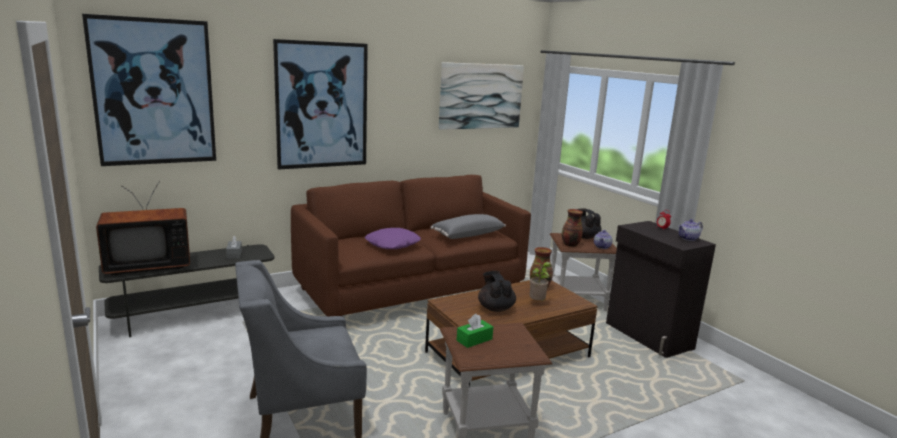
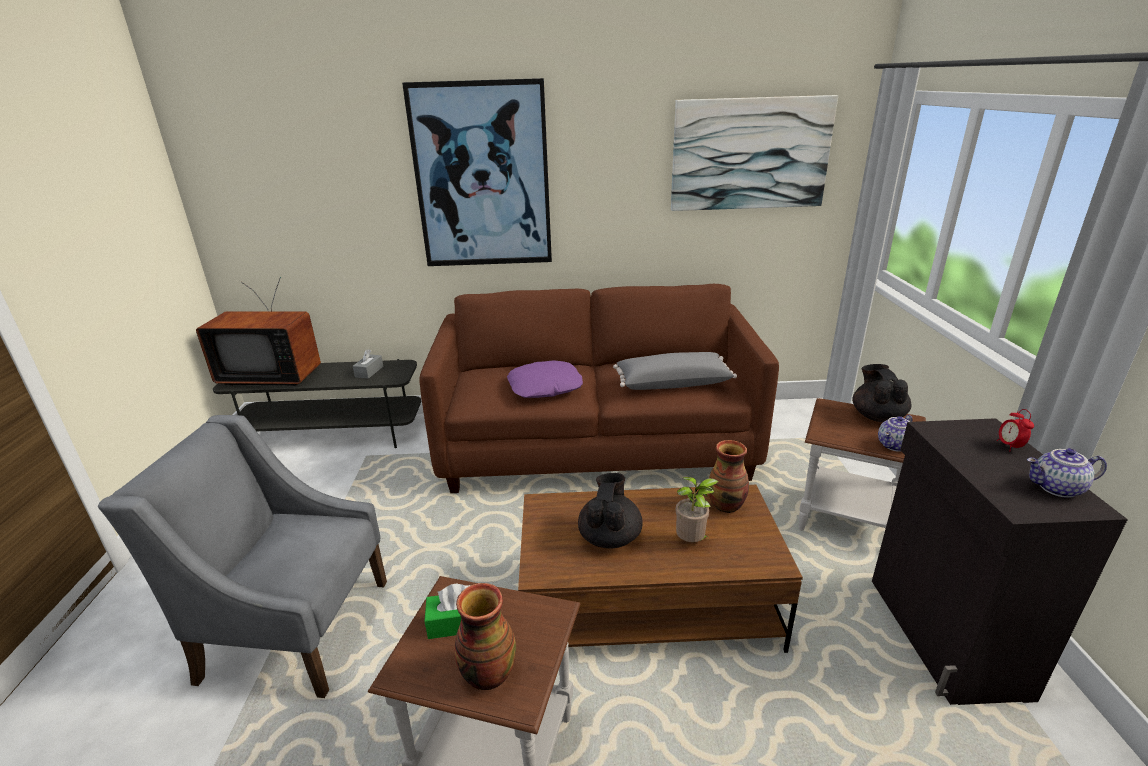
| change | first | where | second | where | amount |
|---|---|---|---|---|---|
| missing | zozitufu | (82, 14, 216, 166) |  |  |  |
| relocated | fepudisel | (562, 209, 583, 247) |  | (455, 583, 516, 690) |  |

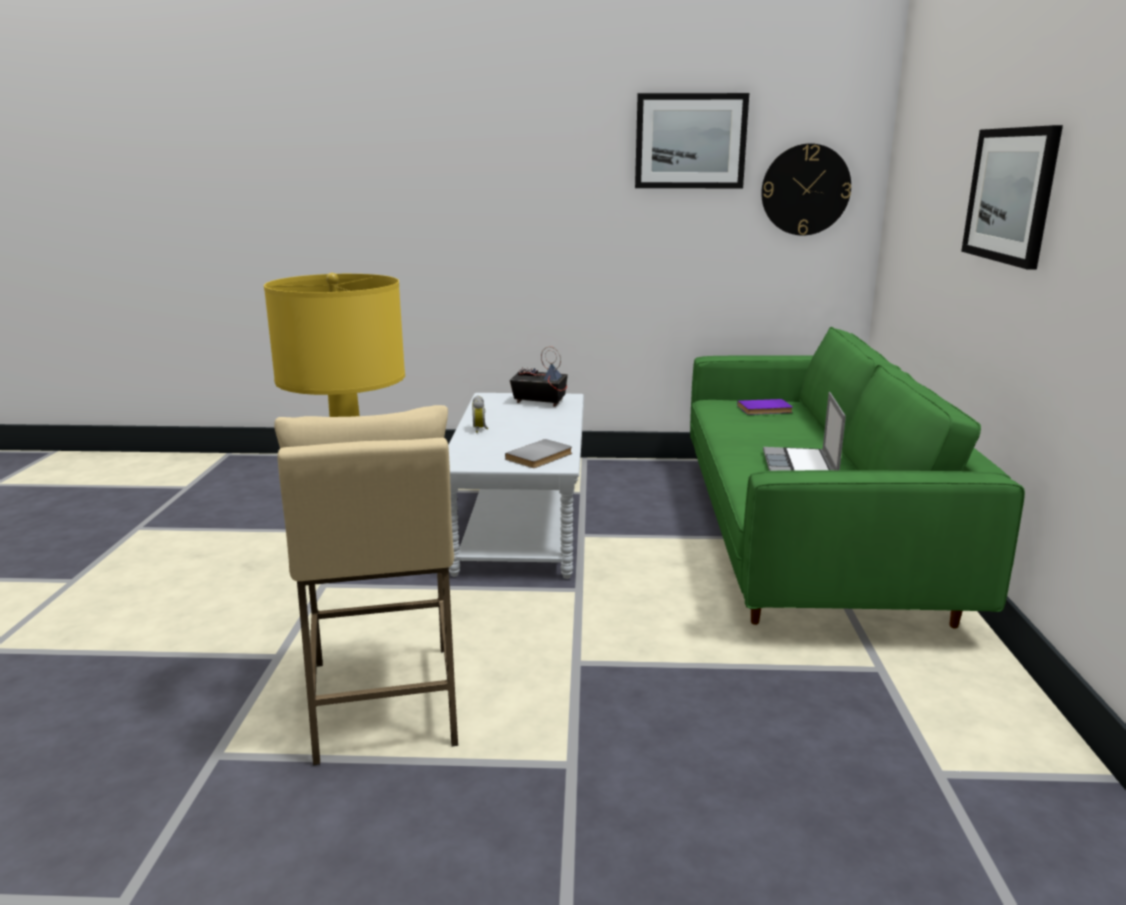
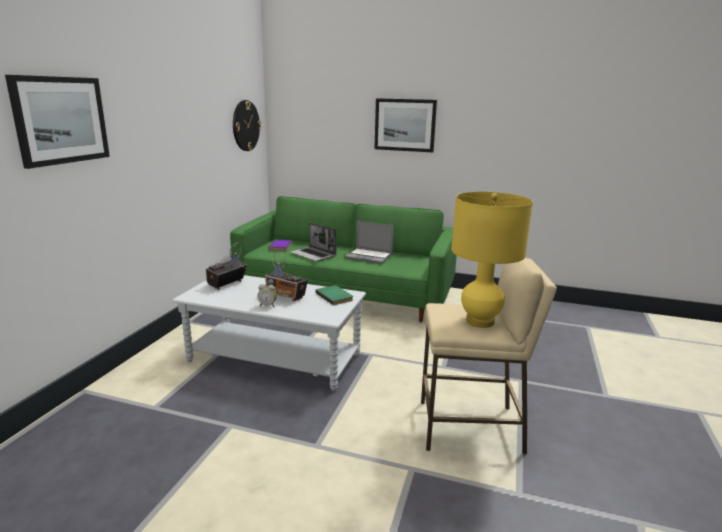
| change | first | where | second | where | amount |
|---|---|---|---|---|---|
| colour | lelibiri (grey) | (505, 439, 572, 468) | lelibiri (green) | (315, 285, 353, 305) |  |
| relocated | zozitufu | (635, 93, 749, 188) |  | (5, 75, 110, 169) |  |
| appeared |  |  | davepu | (265, 251, 308, 301) |  |
| appeared |  |  | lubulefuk | (290, 222, 336, 262) |  |

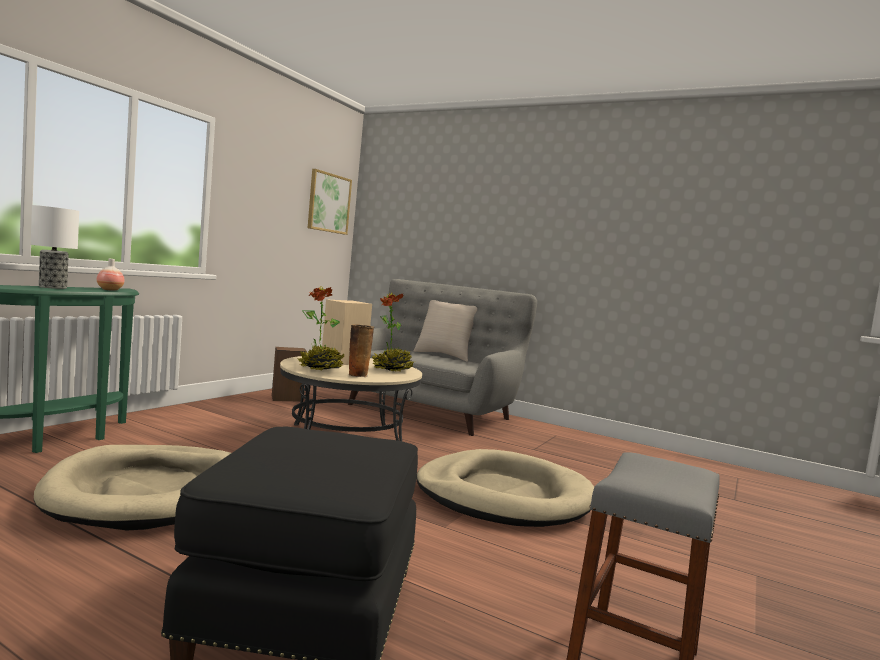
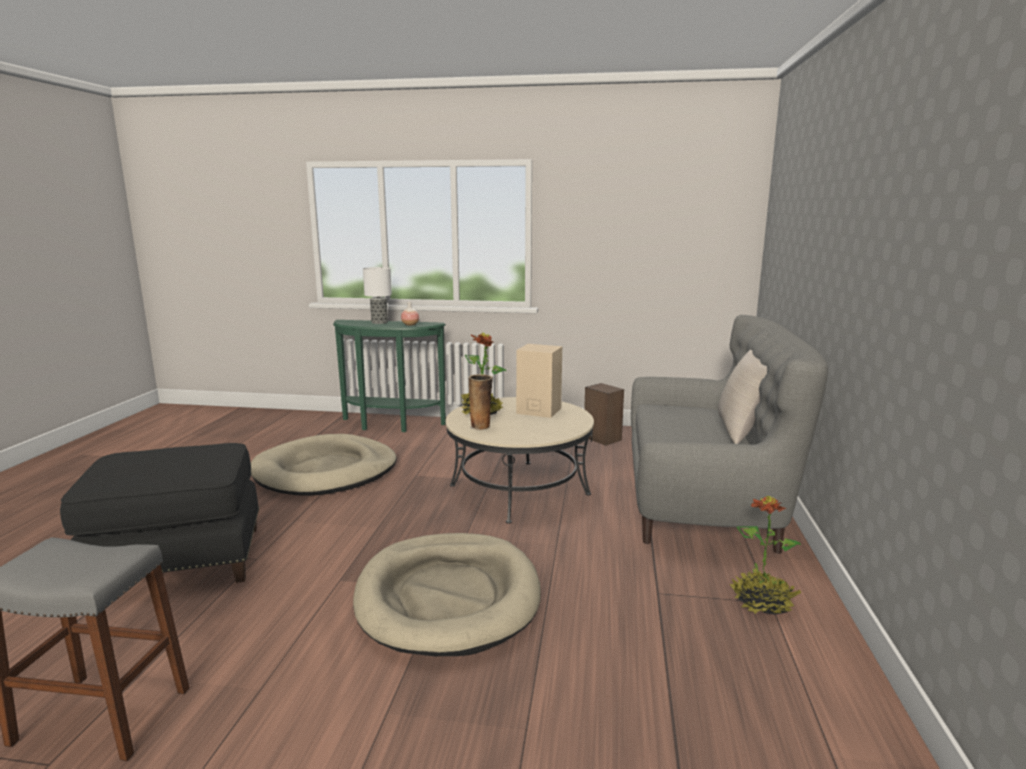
| change | first | where | second | where | amount |
|---|---|---|---|---|---|
| missing | zozitufu | (308, 169, 352, 235) |  |  |  |
| relocated | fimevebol | (372, 292, 414, 372) |  | (730, 496, 801, 615) |  |

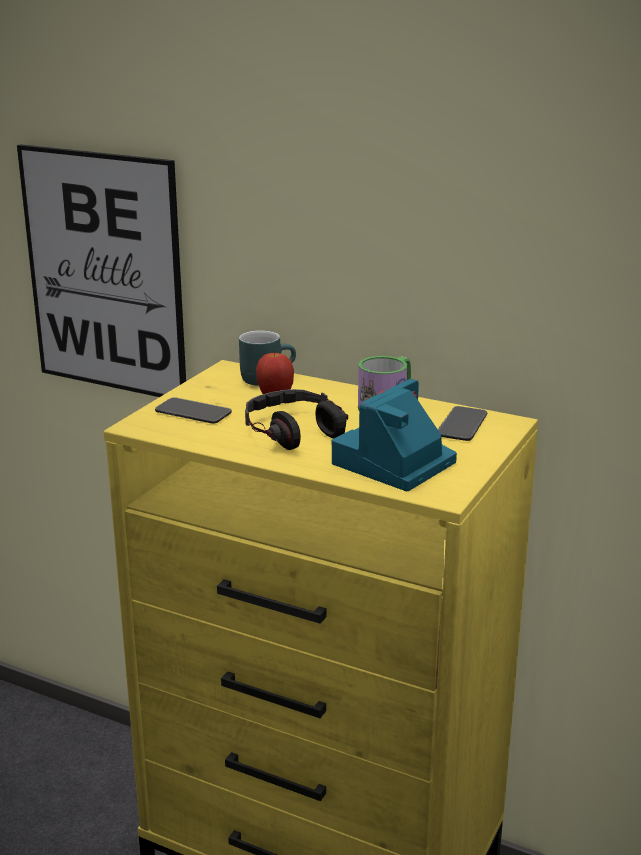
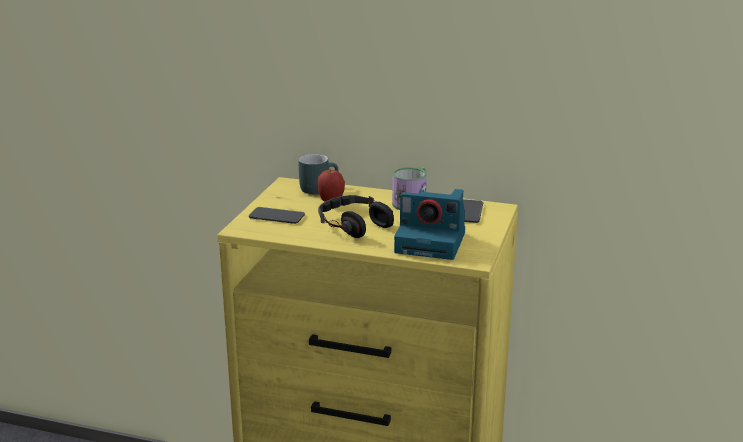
| change | first | where | second | where | amount |
|---|---|---|---|---|---|
| missing | zozitufu | (17, 144, 186, 397) |  |  |  |
| spun | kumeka | (332, 379, 457, 491) |  | (394, 189, 465, 260) | 105 degrees counterclockwise |

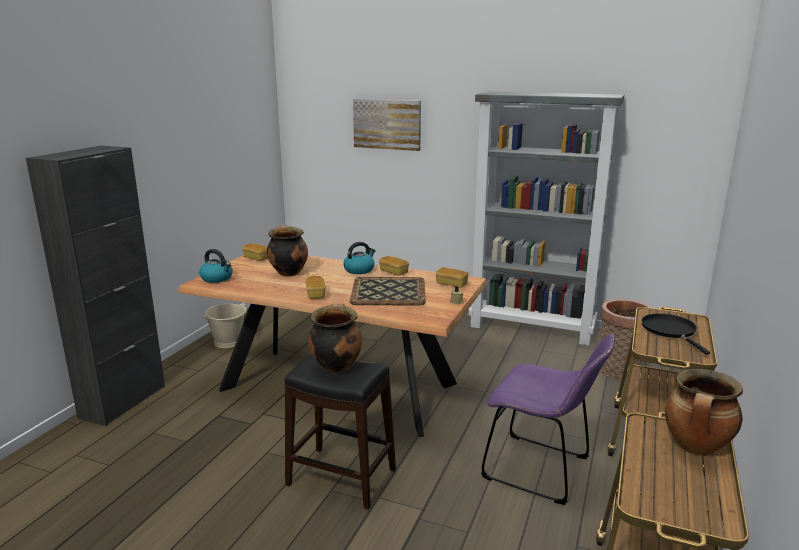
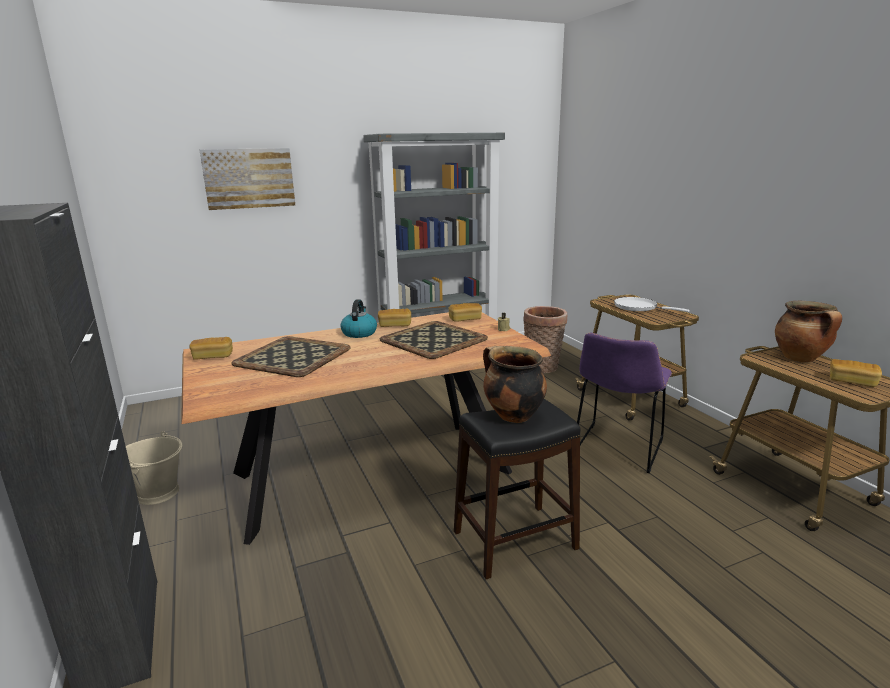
| change | first | where | second | where | amount |
|---|---|---|---|---|---|
| missing | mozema | (199, 249, 233, 283) |  |  |  |
| exchanged | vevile | (267, 226, 308, 277) | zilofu | (231, 336, 351, 377) |  |
| relocated | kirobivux | (305, 276, 326, 299) |  | (830, 359, 882, 387) |  |
| spun | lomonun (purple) | (481, 334, 615, 505) |  | (577, 333, 672, 473) | 135 degrees clockwise |
| colour | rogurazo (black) | (642, 313, 710, 355) | rogurazo (white) | (614, 297, 689, 312) |  |

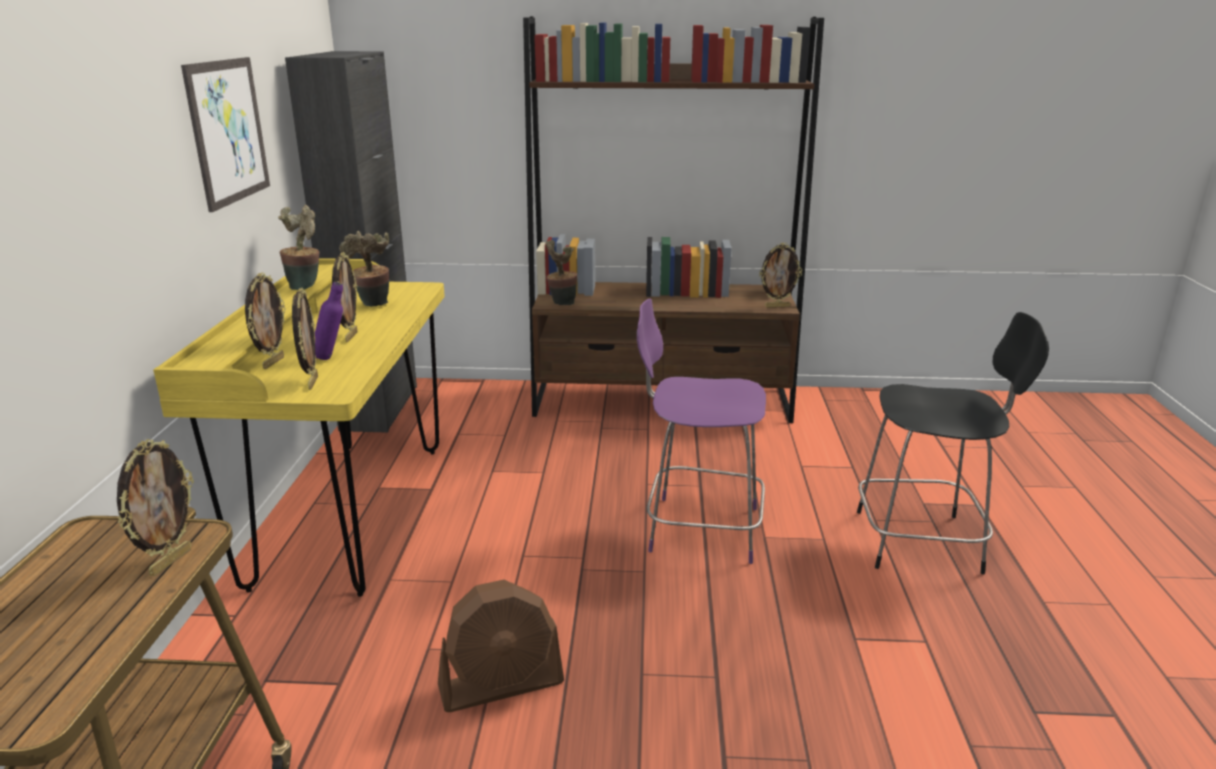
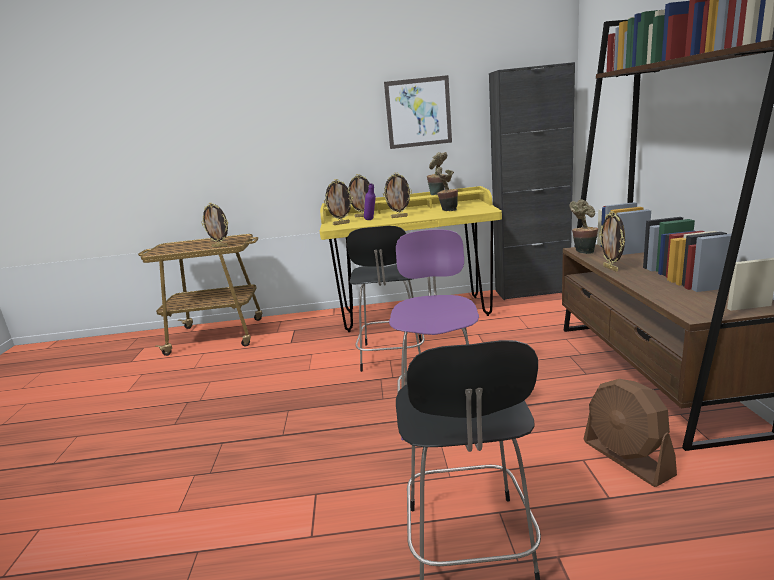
| change | first | where | second | where | amount |
|---|---|---|---|---|---|
| relocated | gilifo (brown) | (438, 580, 564, 712) |  | (583, 379, 677, 487) |  |
| relocated | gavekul | (759, 243, 802, 308) |  | (599, 211, 625, 272) |  |
| appeared |  |  | lomonun (black) | (347, 226, 425, 372) |  |

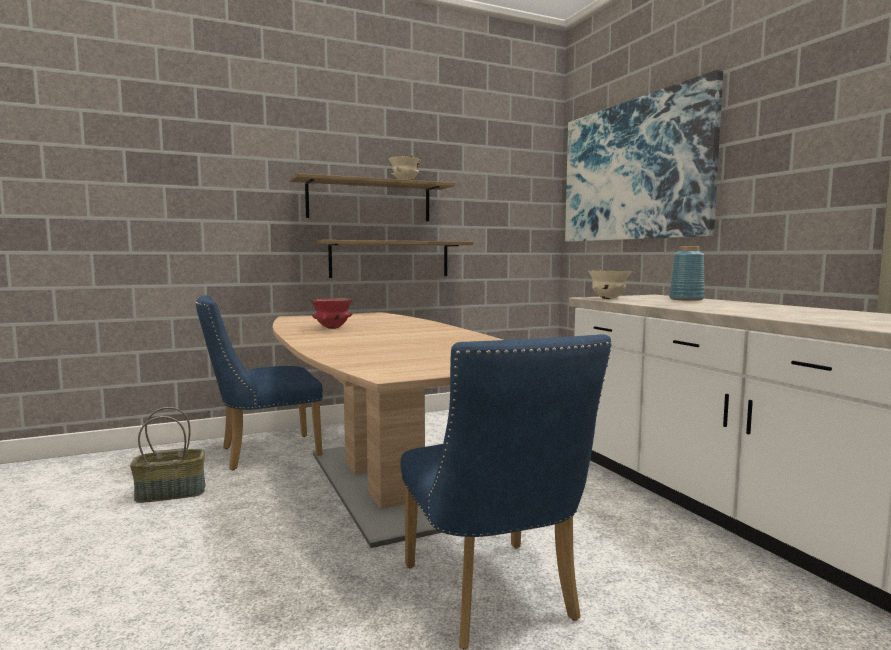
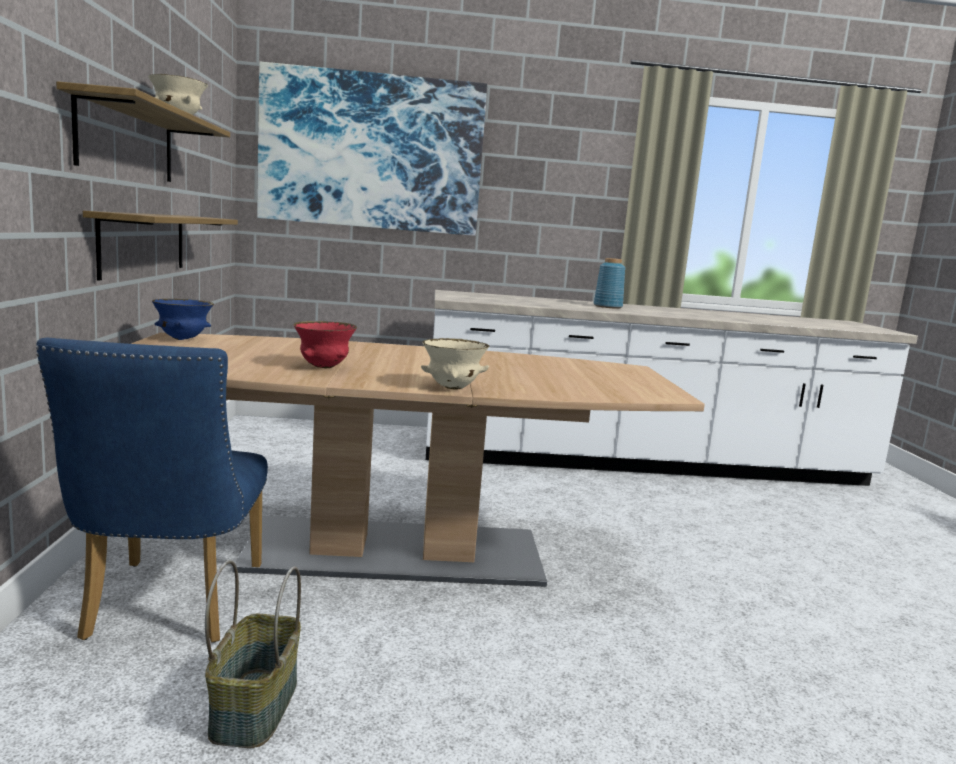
| change | first | where | second | where | amount |
|---|---|---|---|---|---|
| missing | lomonun (blue) | (400, 334, 612, 649) |  |  |  |
| relocated | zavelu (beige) | (588, 270, 633, 299) |  | (421, 338, 489, 390) |  |
| relocated | fepudisel (blue) | (669, 246, 705, 301) |  | (594, 258, 625, 309) |  |
| appeared |  |  | zavelu (blue) | (152, 299, 214, 340) |  |

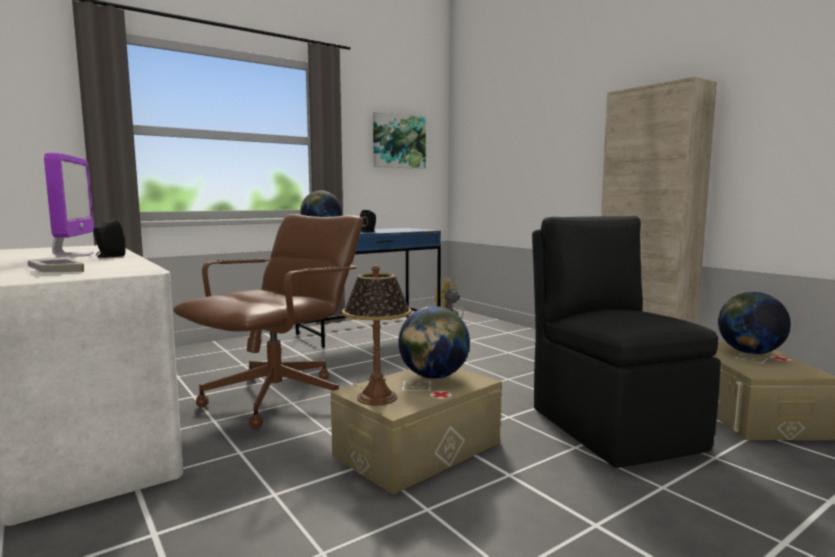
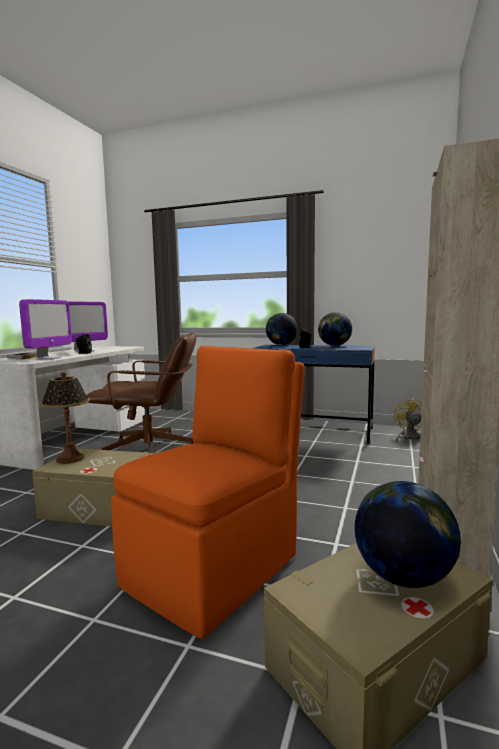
| change | first | where | second | where | amount |
|---|---|---|---|---|---|
| missing | zozitufu | (373, 112, 426, 169) |  |  |  |
| relocated | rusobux | (398, 306, 470, 379) |  | (318, 312, 352, 346) |  |
| colour | lomonun (black) | (532, 216, 721, 468) | lomonun (orange) | (111, 346, 305, 639) |  |
| appeared |  |  | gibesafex | (19, 299, 72, 360) |  |

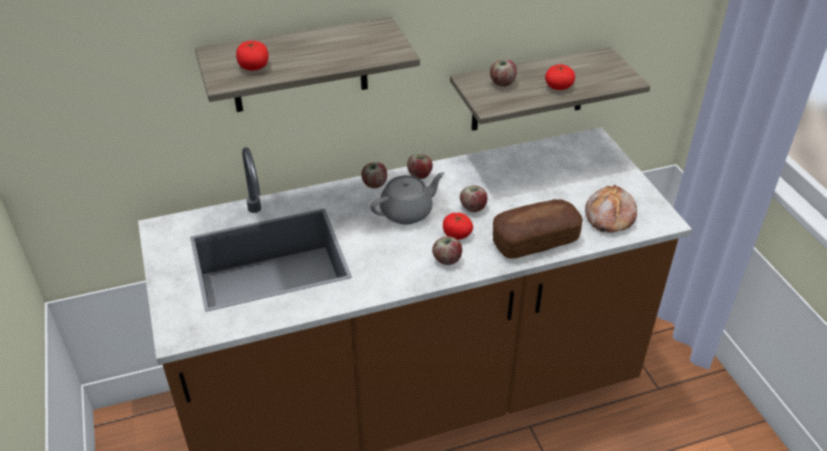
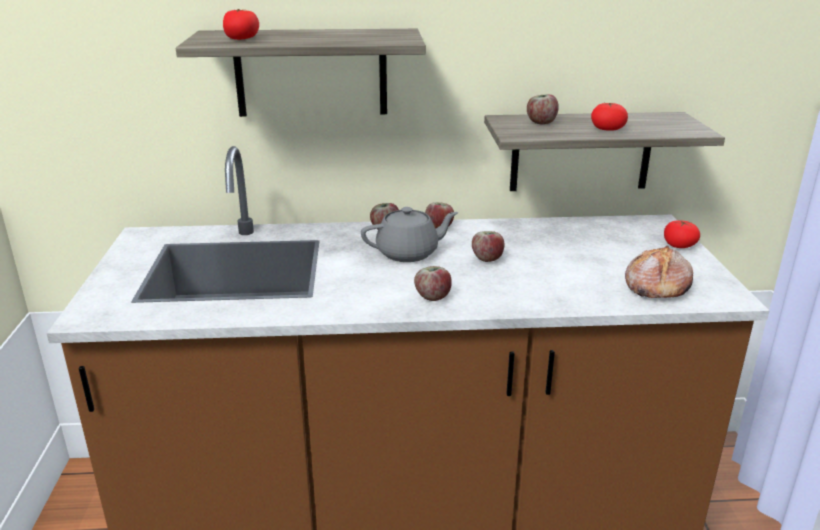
| change | first | where | second | where | amount |
|---|---|---|---|---|---|
| relocated | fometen | (443, 213, 473, 240) |  | (664, 220, 700, 248) |  |
| missing | kirobivux | (493, 199, 583, 259) |  |  |  |

